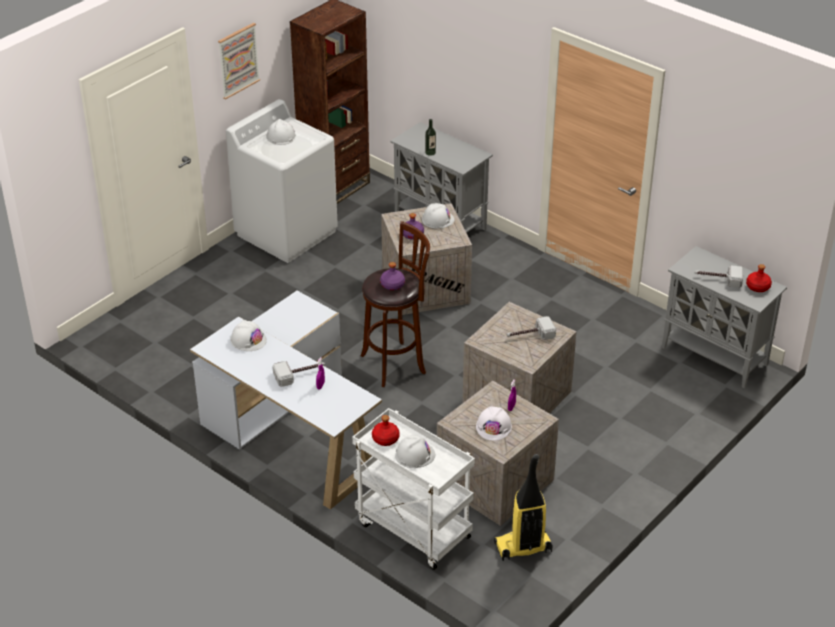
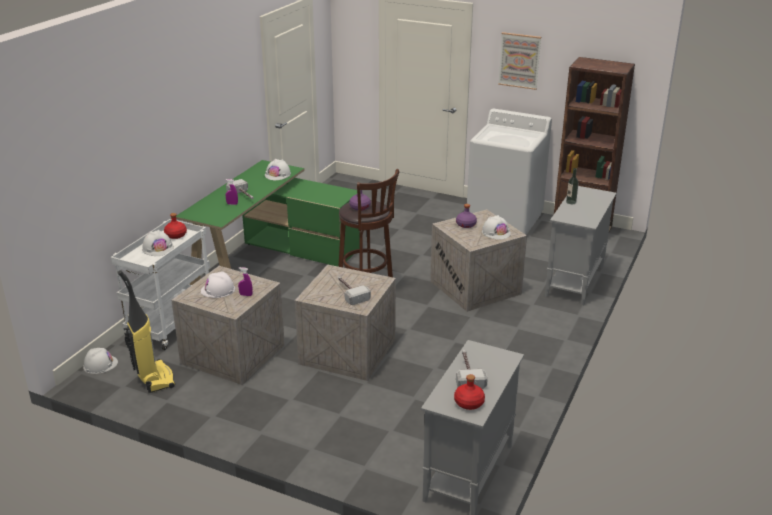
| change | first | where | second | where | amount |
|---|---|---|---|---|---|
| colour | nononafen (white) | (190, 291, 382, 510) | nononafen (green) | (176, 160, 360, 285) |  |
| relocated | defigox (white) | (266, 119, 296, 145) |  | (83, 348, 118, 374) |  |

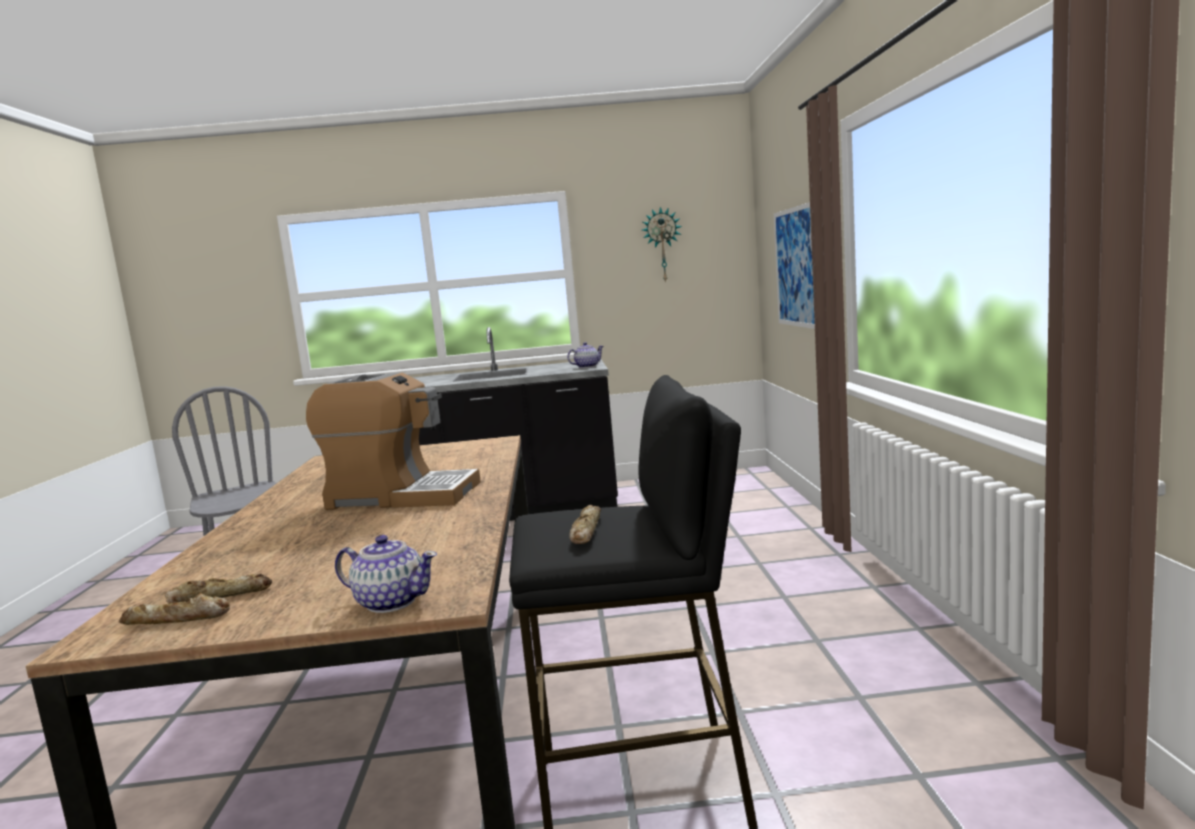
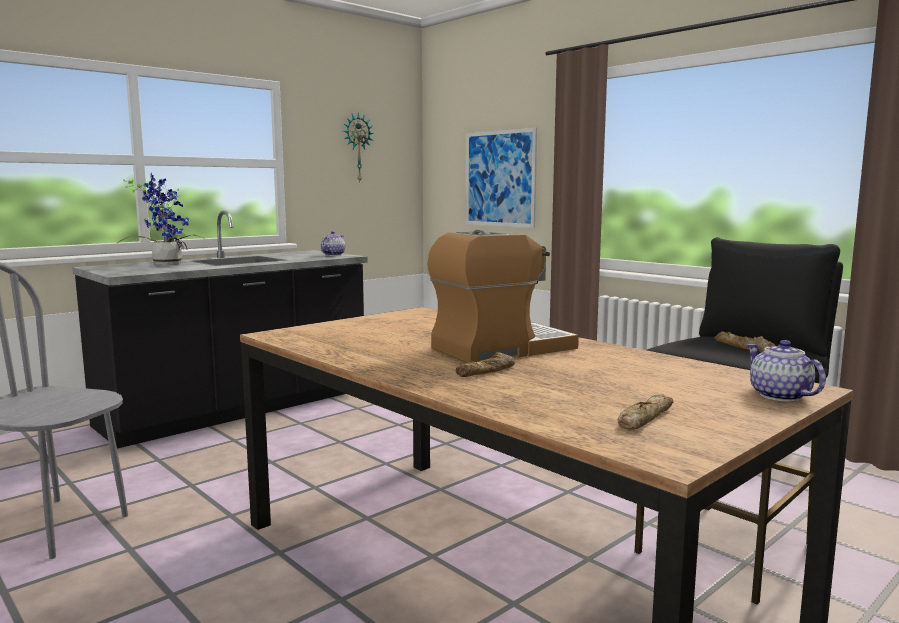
| change | first | where | second | where | amount |
|---|---|---|---|---|---|
| relocated | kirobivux | (119, 593, 230, 625) |  | (456, 352, 515, 377) |  |
| spun | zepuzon | (335, 535, 437, 613) |  | (747, 340, 826, 402) | 90 degrees counterclockwise |
| appeared |  |  | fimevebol | (117, 172, 205, 265) |  |

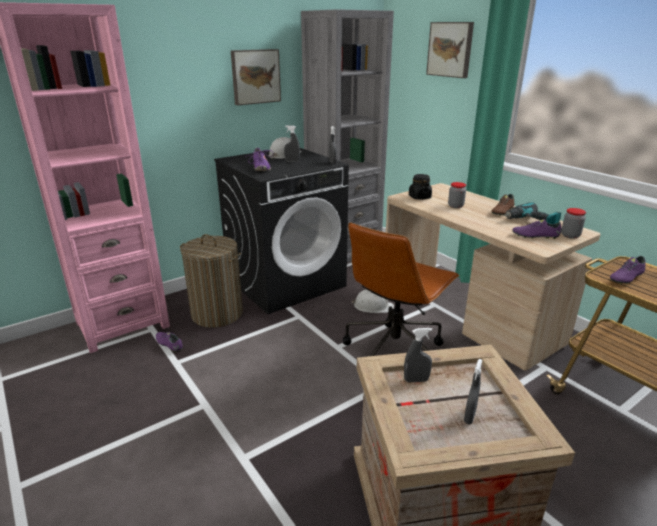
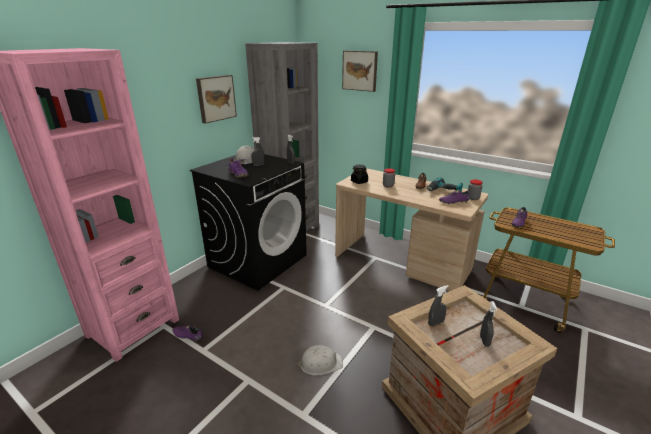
| change | first | where | second | where | amount |
|---|---|---|---|---|---|
| missing | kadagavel | (180, 234, 243, 328) |  |  |  |
| missing | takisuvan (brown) | (343, 222, 460, 356) |  |  |  |
| relocated | defigox (white) | (352, 289, 394, 313) |  | (298, 345, 343, 376) |  |

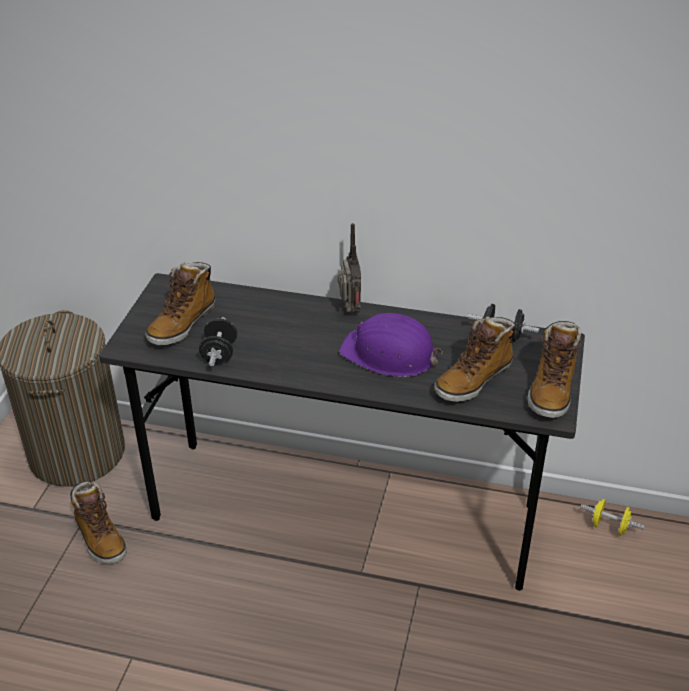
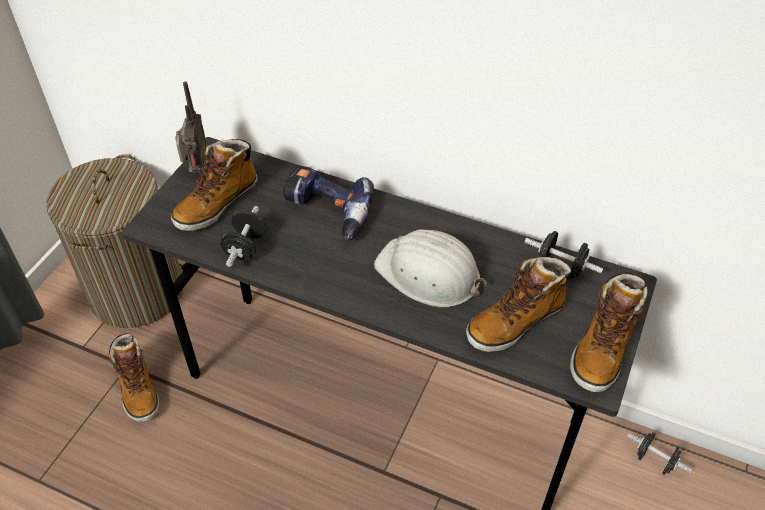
| change | first | where | second | where | amount |
|---|---|---|---|---|---|
| relocated | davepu | (338, 223, 361, 313) |  | (175, 81, 207, 174) |  |
| colour | defigox (purple) | (339, 313, 443, 377) | defigox (white) | (374, 230, 487, 308) |  |
| colour | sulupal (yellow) | (581, 499, 644, 536) | sulupal (black) | (627, 432, 692, 475) |  |
| appeared |  |  | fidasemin | (283, 165, 374, 241) |  |

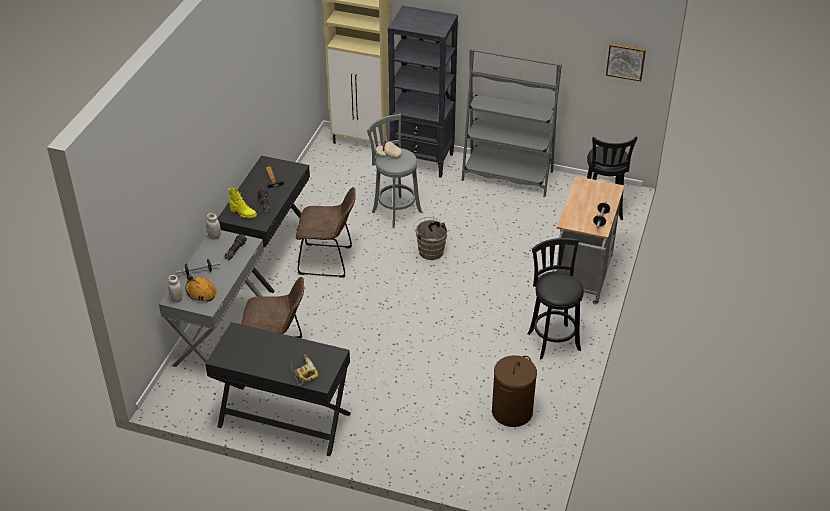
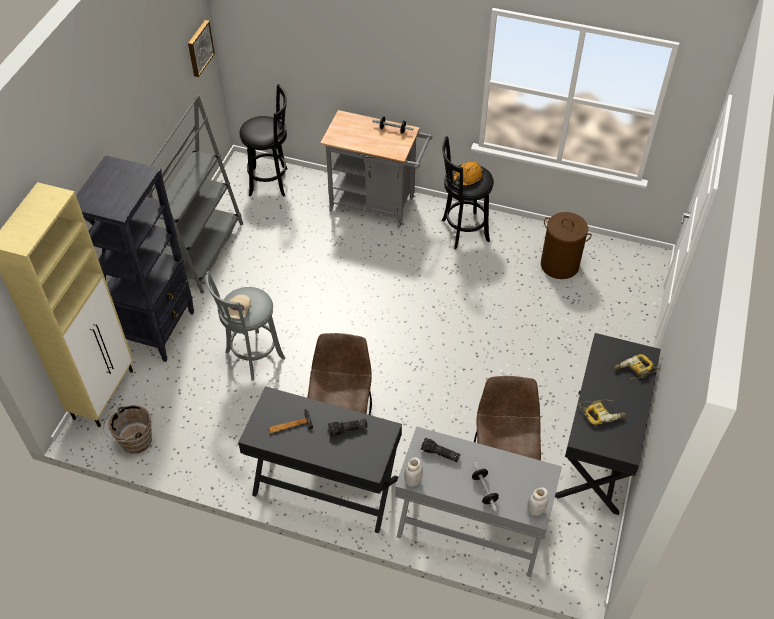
| change | first | where | second | where | amount |
|---|---|---|---|---|---|
| relocated | defigox (orange) | (186, 276, 217, 302) |  | (453, 161, 484, 186) |  |
| missing | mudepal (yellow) | (229, 188, 257, 218) |  |  |  |
| relocated | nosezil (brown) | (413, 217, 448, 260) |  | (103, 405, 152, 454) |  |
| appeared |  |  | fidasemin | (579, 399, 626, 425) |  |

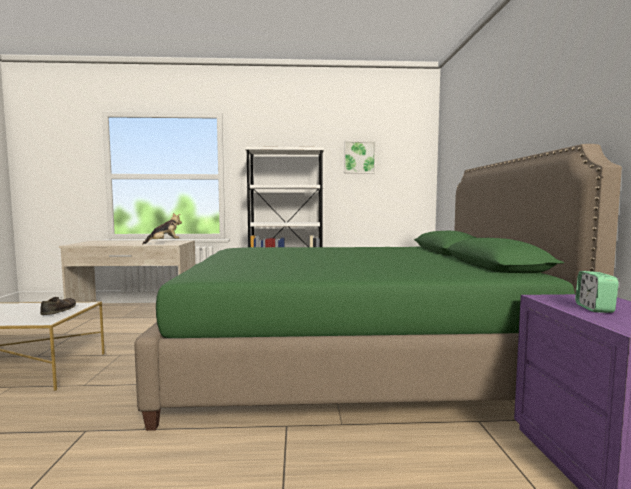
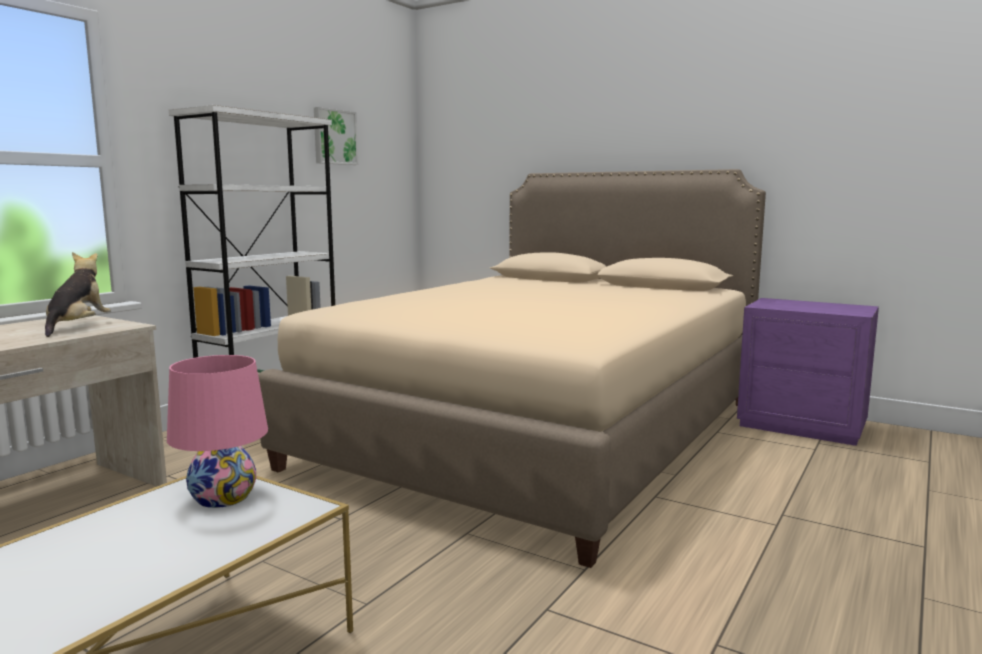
| change | first | where | second | where | amount |
|---|---|---|---|---|---|
| exchanged | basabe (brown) | (40, 297, 76, 315) | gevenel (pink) | (167, 355, 268, 508) |  |
| colour | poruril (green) | (134, 144, 622, 431) | poruril (beige) | (258, 169, 766, 568) |  |
| missing | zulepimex | (575, 271, 619, 313) |  |  |  |

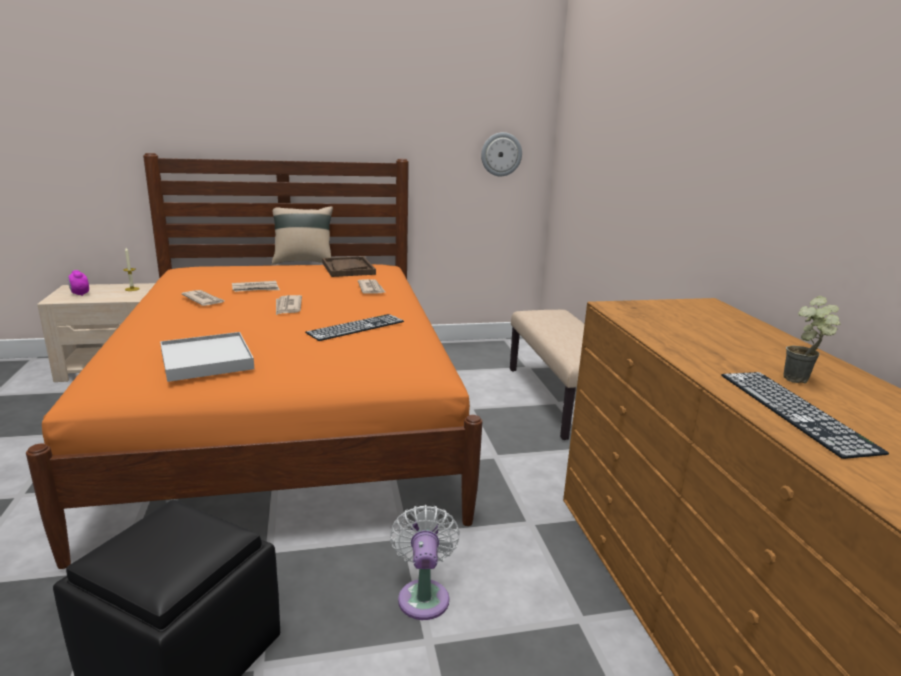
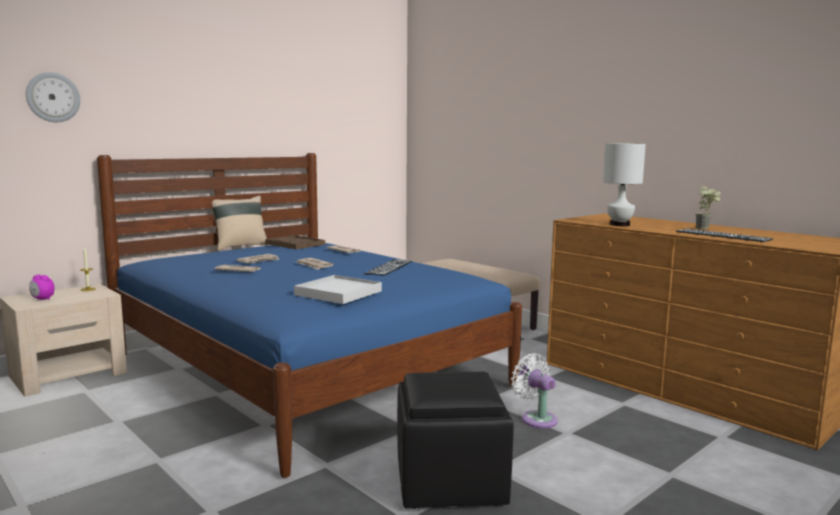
| change | first | where | second | where | amount |
|---|---|---|---|---|---|
| colour | poruril (orange) | (26, 153, 482, 569) | poruril (blue) | (97, 153, 522, 478) |  |
| relocated | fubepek | (481, 132, 522, 176) |  | (26, 72, 80, 122) |  |
| appeared |  |  | gevenel (white) | (603, 143, 646, 226) |  |

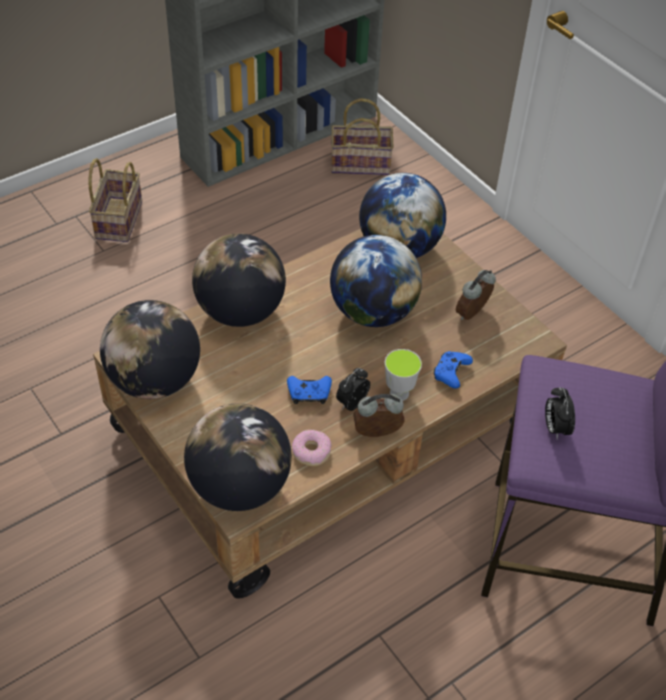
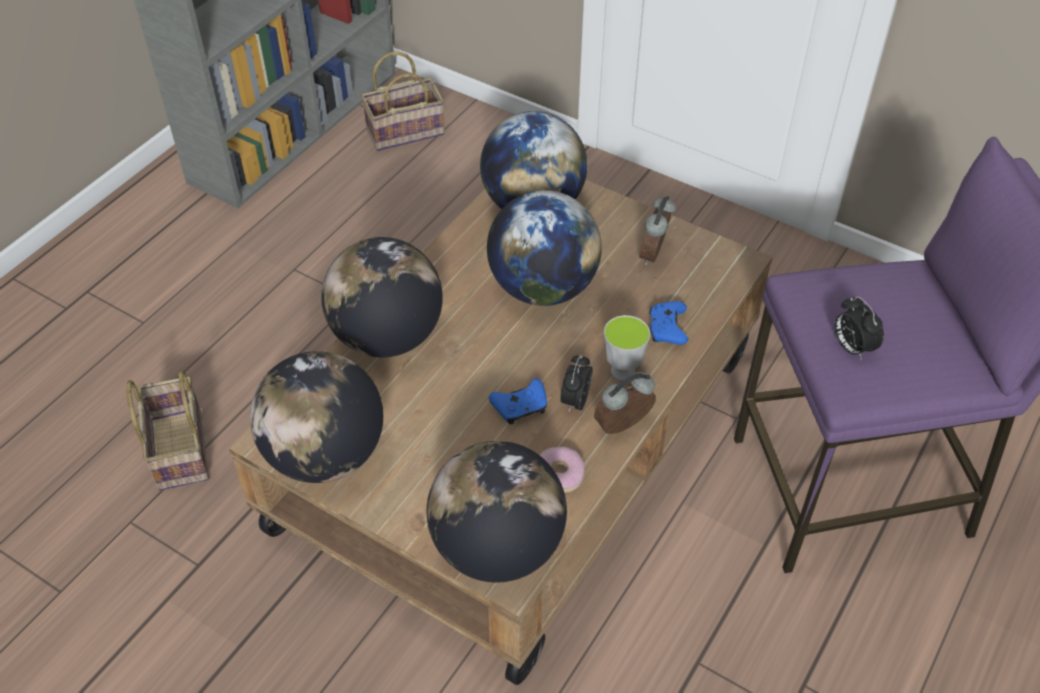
| change | first | where | second | where | amount |
|---|---|---|---|---|---|
| relocated | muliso | (88, 158, 142, 242) |  | (126, 370, 209, 491) |  |

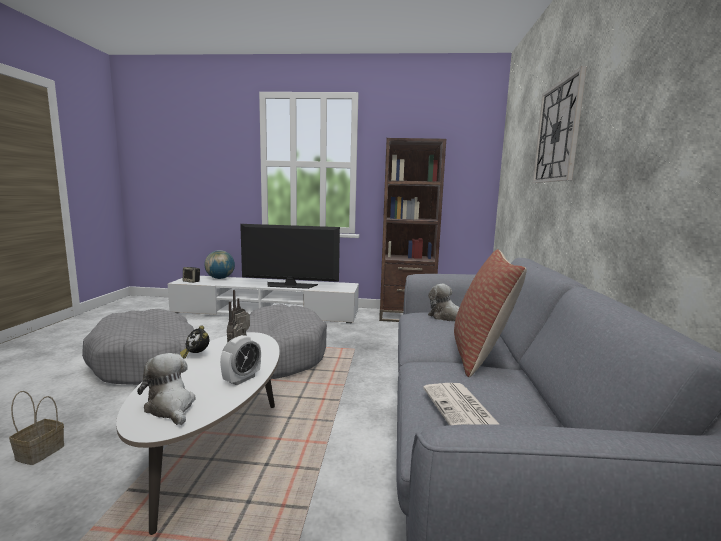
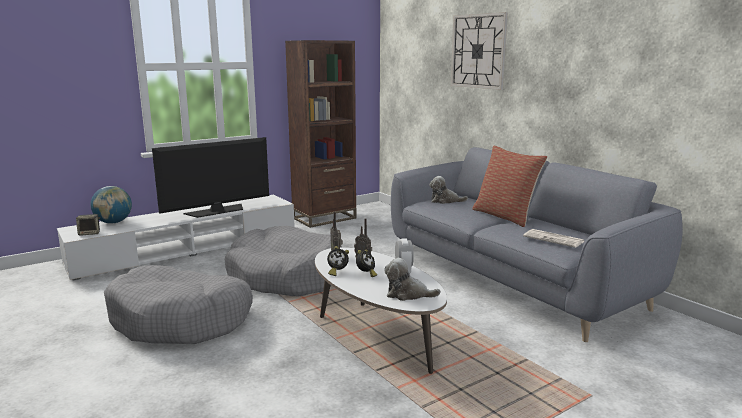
| change | first | where | second | where | amount |
|---|---|---|---|---|---|
| missing | muliso | (9, 391, 64, 465) |  |  |  |
| appeared |  |  | zulepimex | (356, 250, 377, 277) |  |

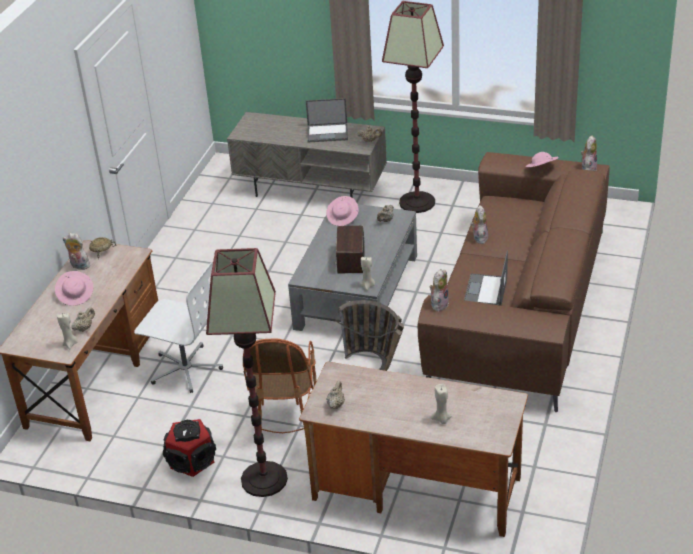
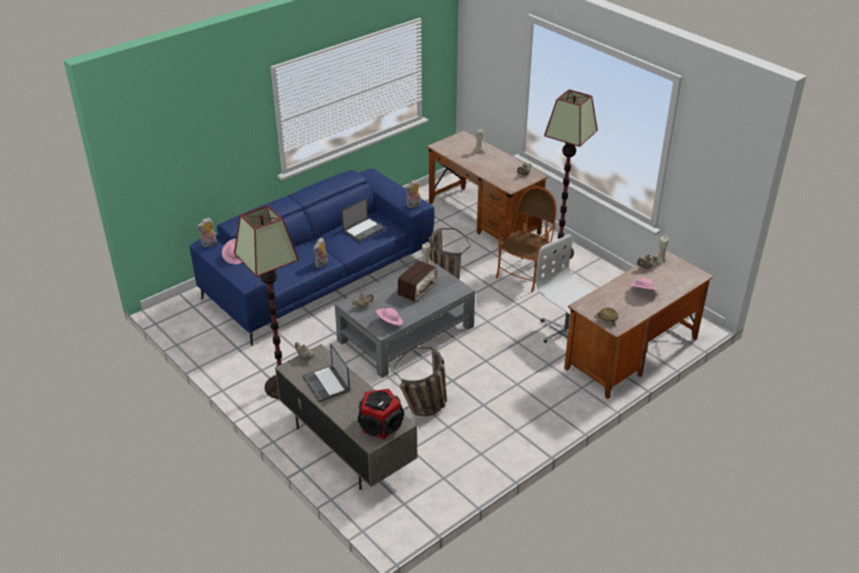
| change | first | where | second | where | amount |
|---|---|---|---|---|---|
| missing | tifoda | (63, 233, 92, 270) |  |  |  |
| relocated | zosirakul | (163, 419, 216, 477) |  | (358, 389, 404, 439) |  |
| spun | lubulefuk | (306, 98, 348, 142) |  | (302, 343, 350, 402) | 150 degrees counterclockwise |
| colour | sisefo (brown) | (418, 152, 610, 412) | sisefo (blue) | (190, 169, 434, 346) |  |
| appeared |  |  | muliso | (394, 347, 447, 416) |  |

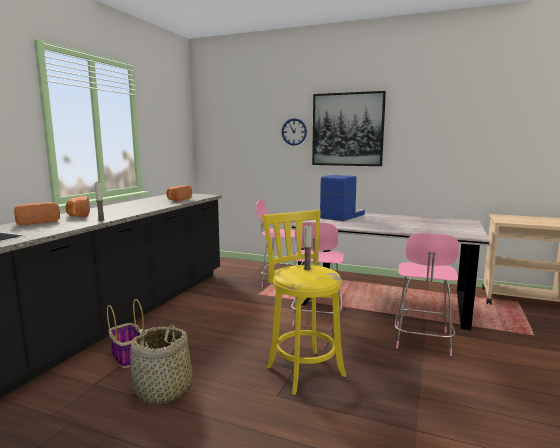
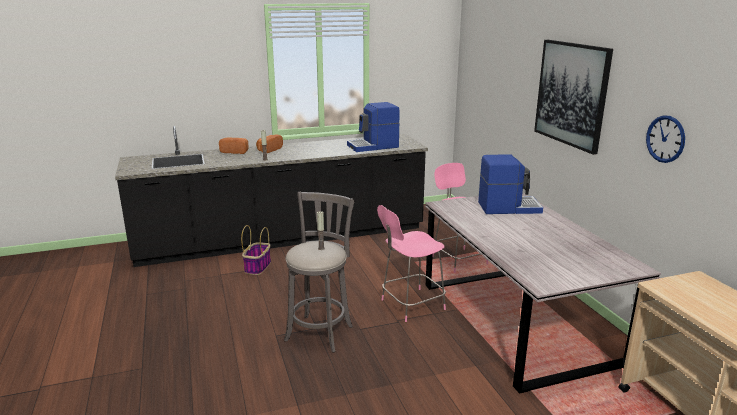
| change | first | where | second | where | amount |
|---|---|---|---|---|---|
| missing | muliso | (130, 324, 194, 404) |  |  |  |
| exchanged | kirobivux | (166, 185, 192, 201) | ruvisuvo | (347, 102, 400, 152) |  |
| colour | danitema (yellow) | (262, 209, 346, 395) | danitema (grey) | (284, 192, 354, 353) |  |
| relocated | fubepek | (282, 118, 307, 145) |  | (646, 116, 685, 163) |  |
| missing | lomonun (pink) | (394, 233, 459, 356) |  |  |  |

